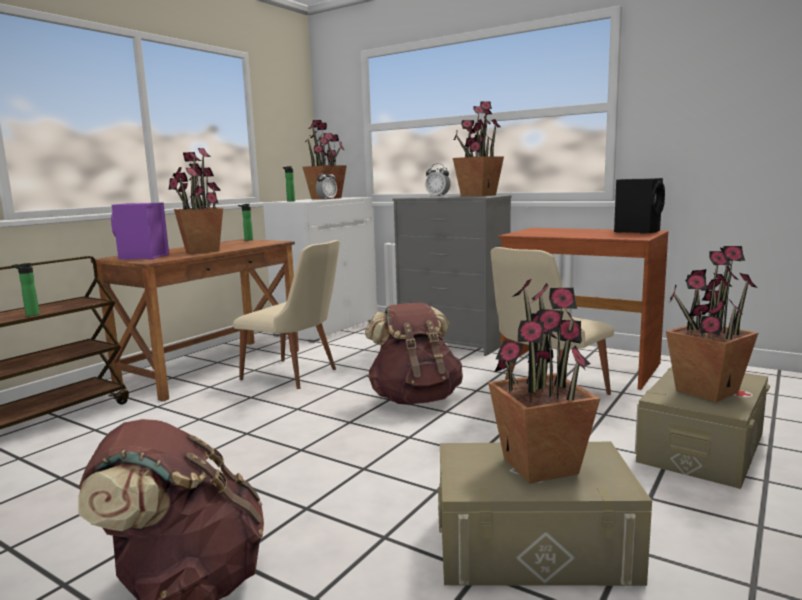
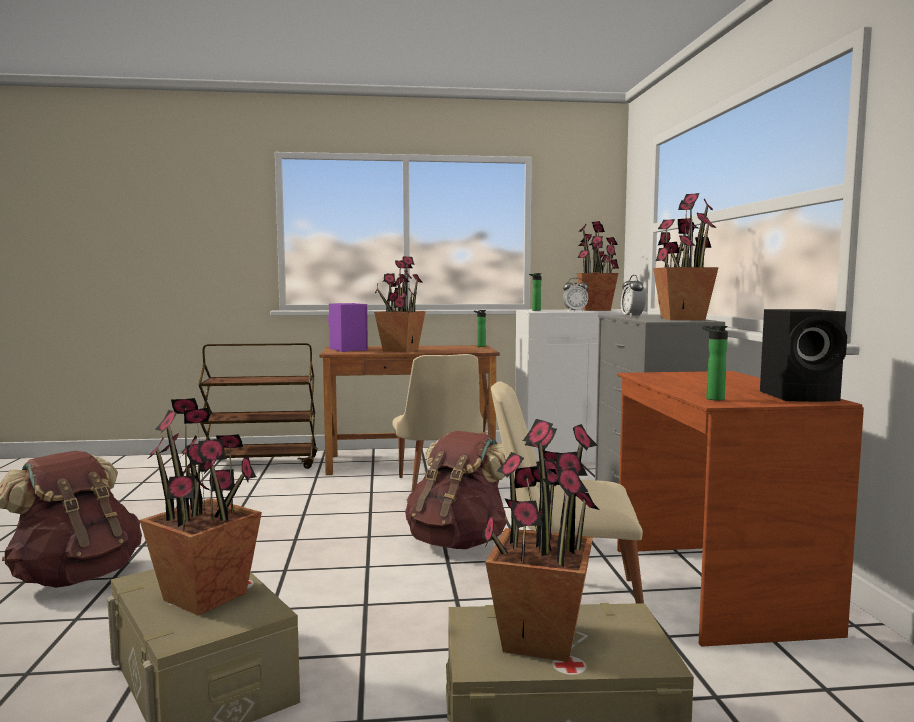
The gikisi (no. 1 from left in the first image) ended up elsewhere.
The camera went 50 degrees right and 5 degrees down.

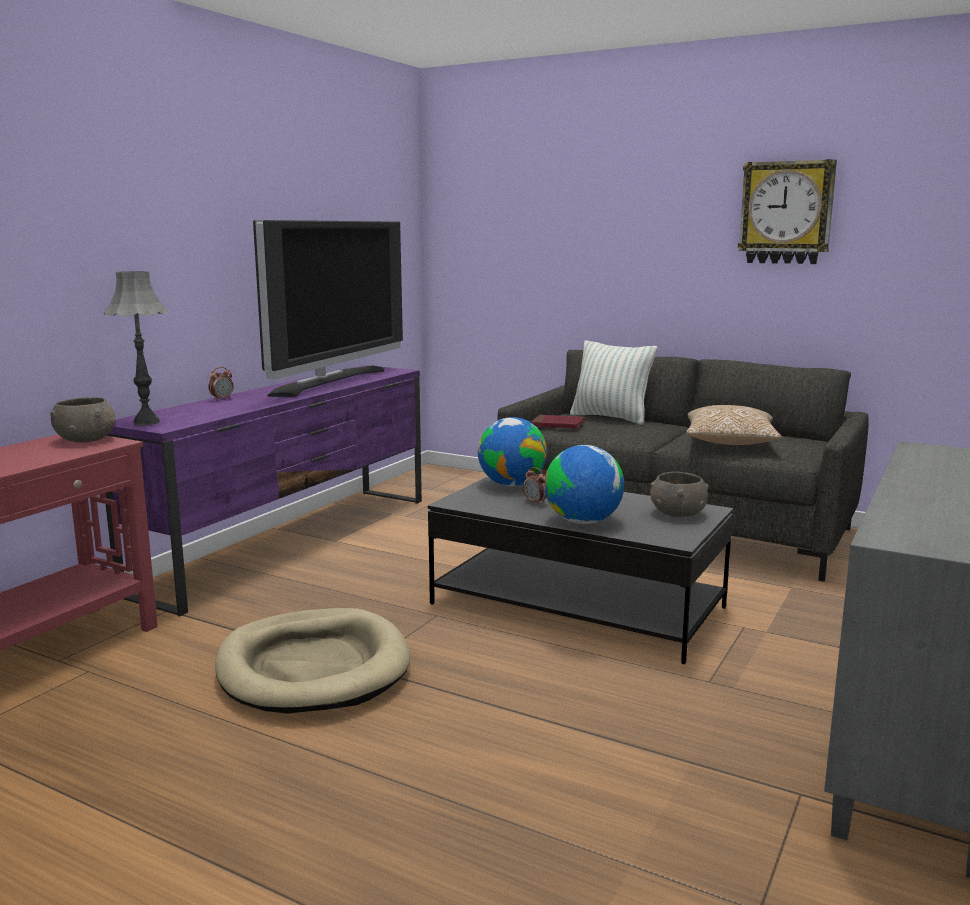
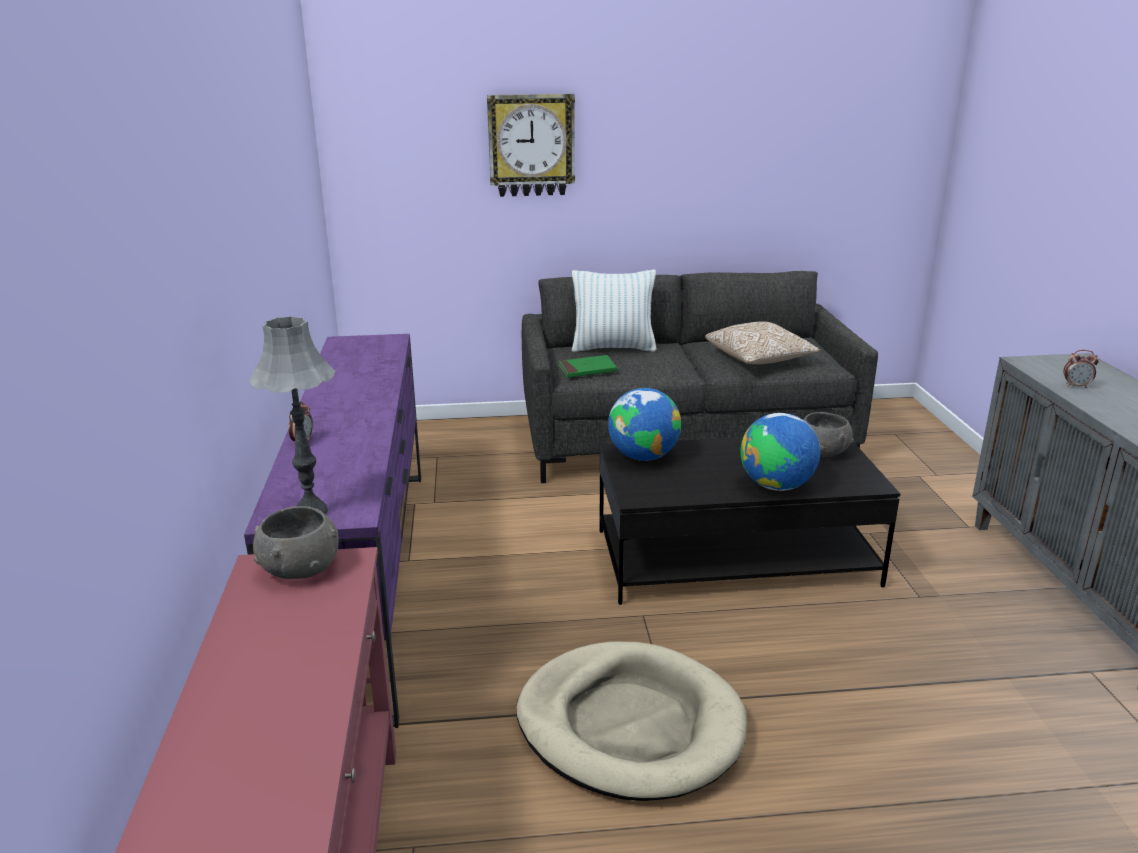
The second view lost the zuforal.
The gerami (no. 2 from left) ended up elsewhere.
The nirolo ended up elsewhere.
What was the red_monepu turned into the green_monepu.
The camera went 35 degrees left and 10 degrees up.

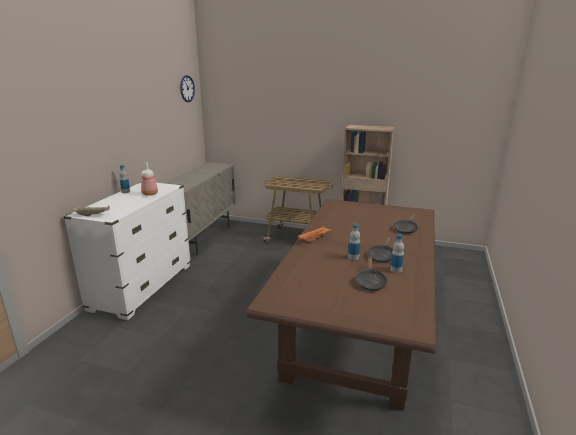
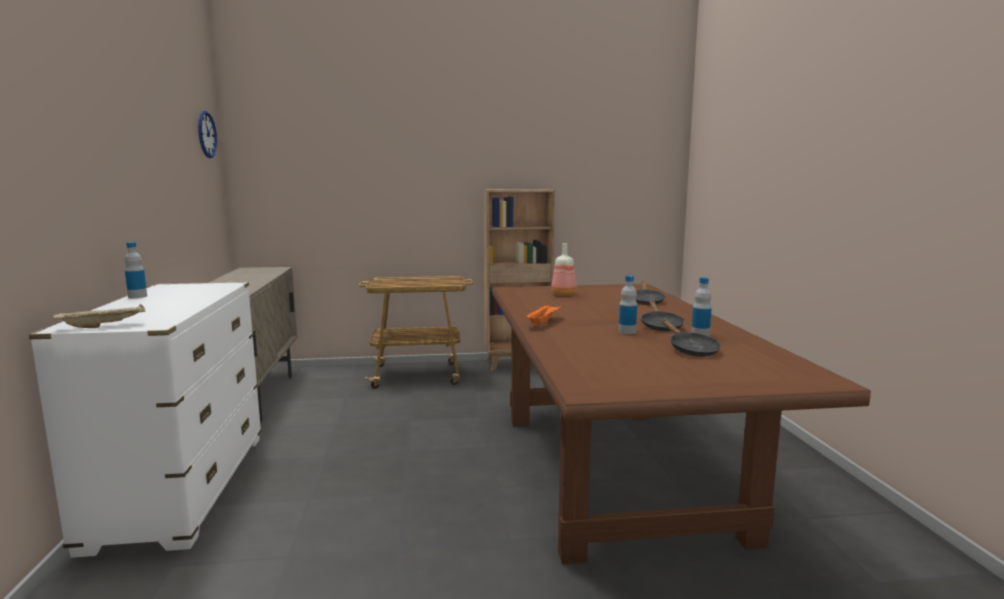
The gikisi (no. 2 from left) ended up elsewhere.
The camera went 25 degrees left and 10 degrees down.

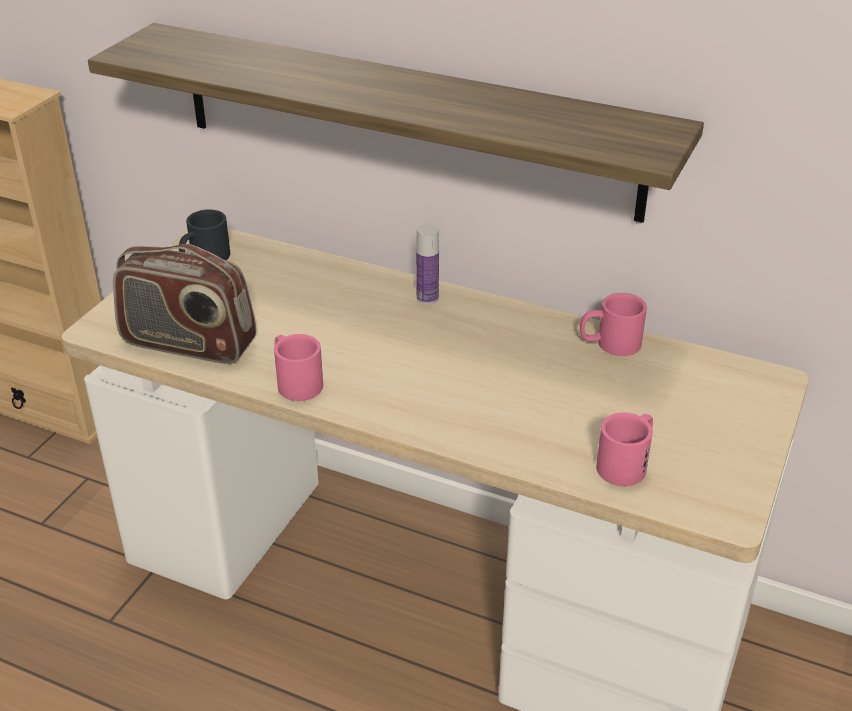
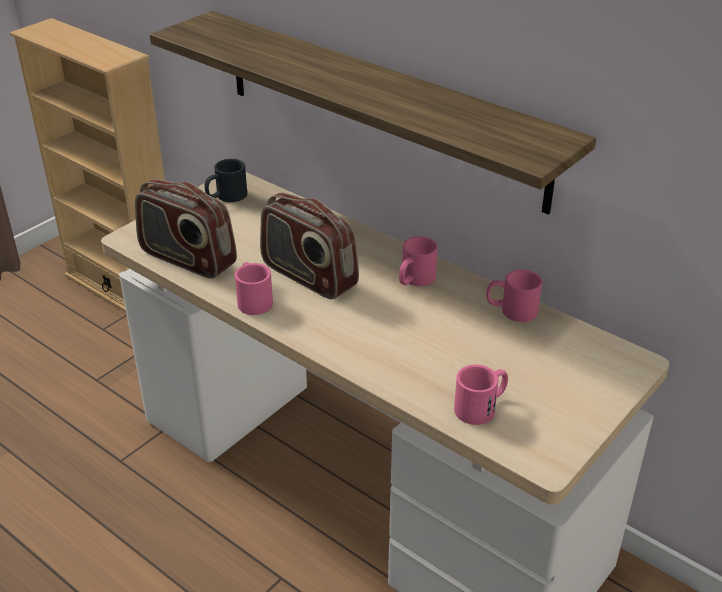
The second view lost the gikisi.
The second view gained the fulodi (no. 2 from left).
The second view gained the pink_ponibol (no. 2 from left).
The camera went 15 degrees right and 0 degrees up.

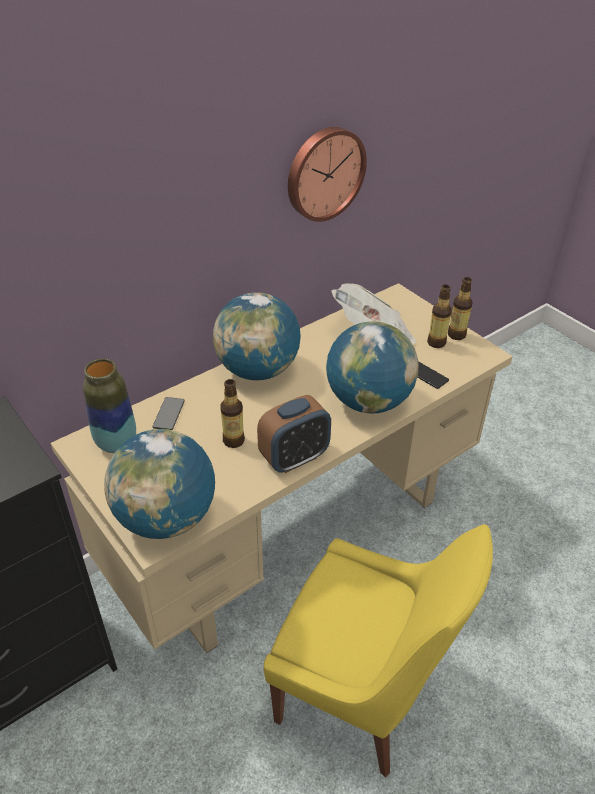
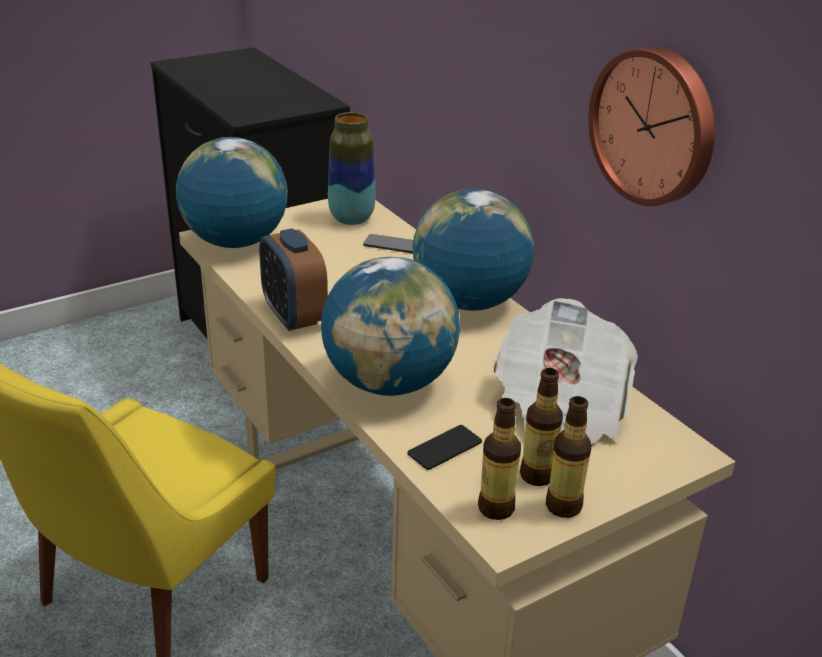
The gikisi (no. 1 from left) ended up elsewhere.
The camera went 95 degrees right and 10 degrees down.

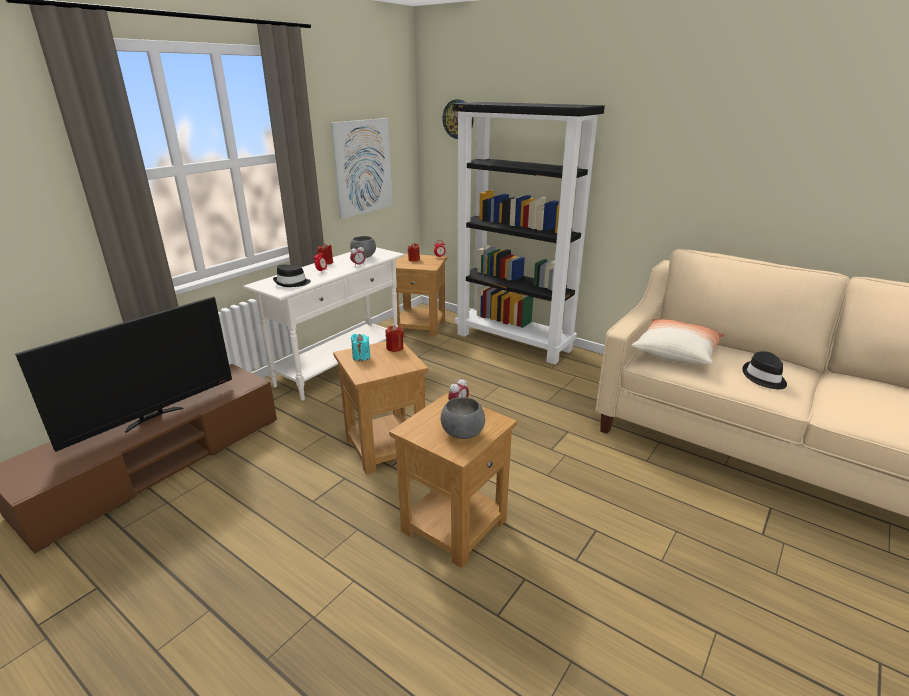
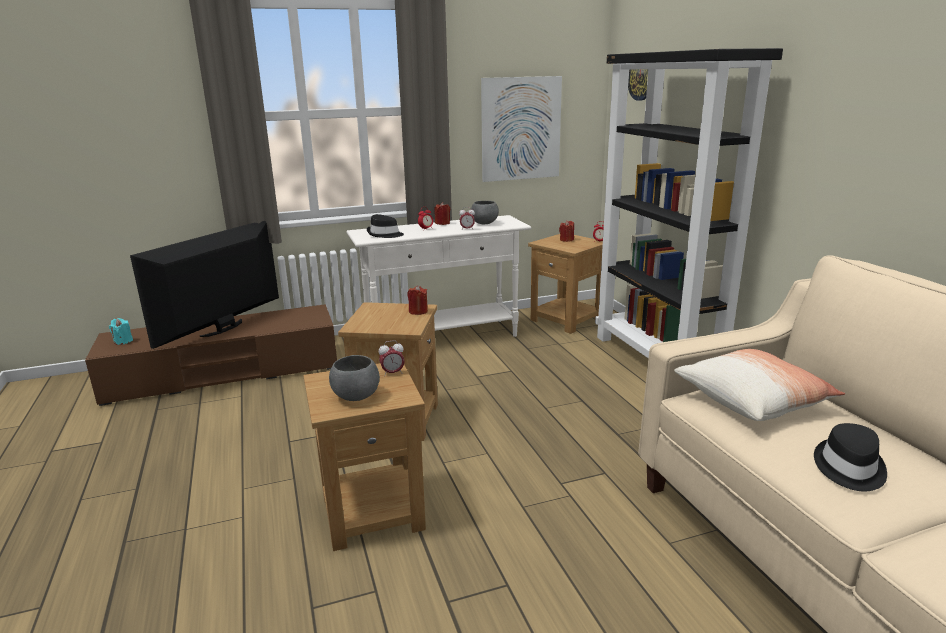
The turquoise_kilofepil ended up elsewhere.
The zuforal ended up facing another way, 135 degrees clockwise from before.
The camera went 35 degrees right and 5 degrees down.

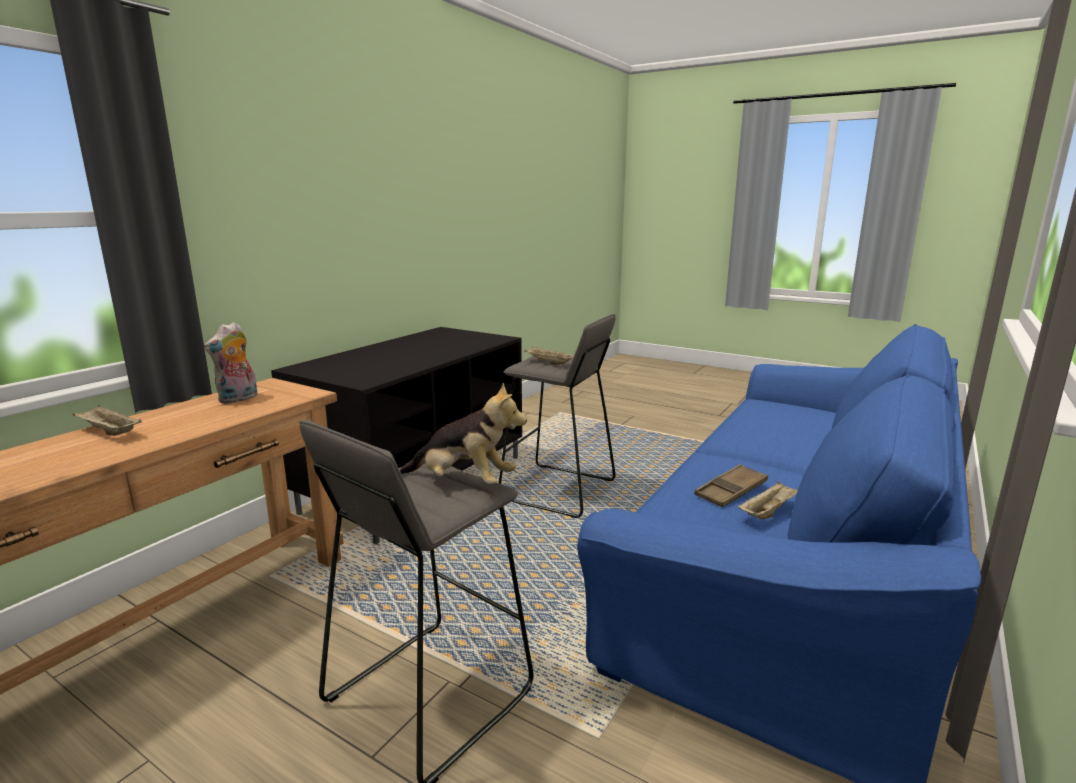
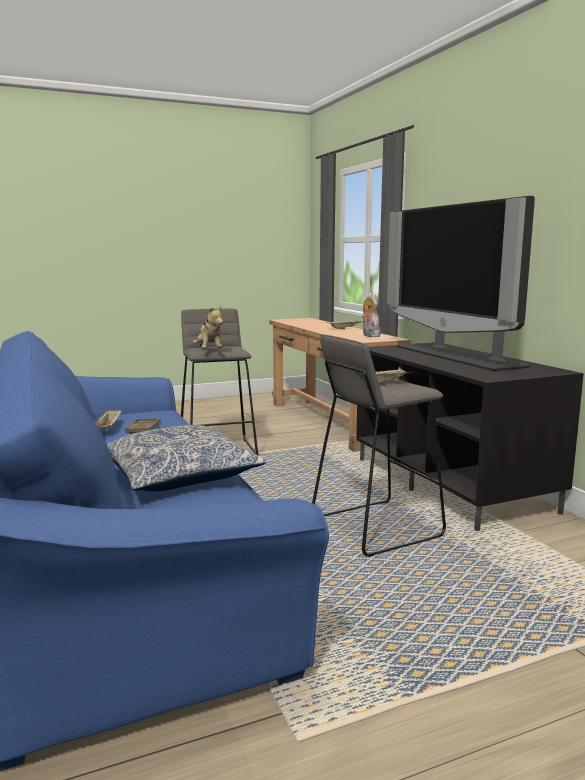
The second view gained the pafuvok.
The second view gained the zuforal.
The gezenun (no. 2 from left in the first image) ended up facing another way, 75 degrees counterclockwise from before.
The camera went 125 degrees right and 5 degrees down.

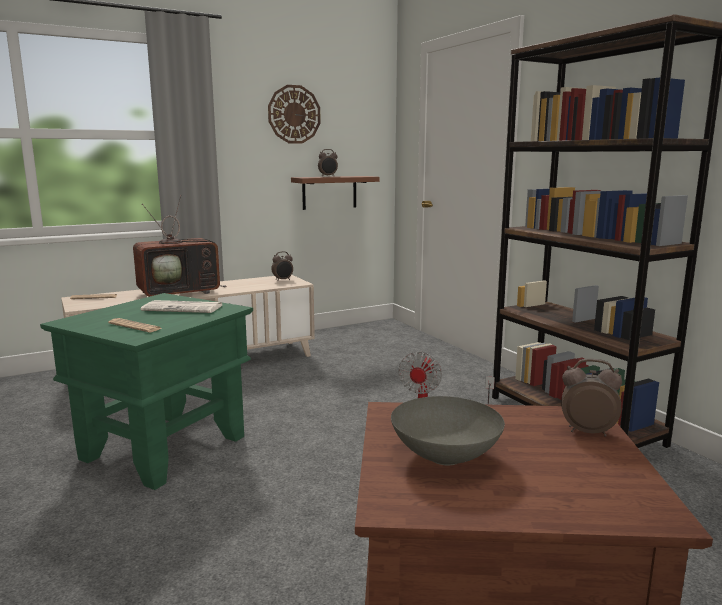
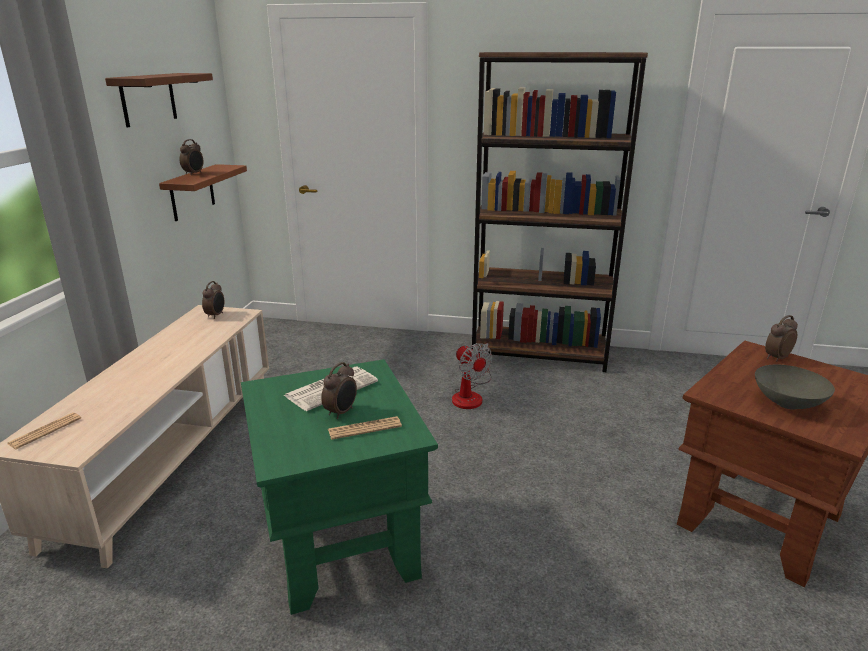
The second view lost the zuforal.
The second view gained the gerami (no. 3 from left).
Where the nirolo hung, the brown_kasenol (no. 1 from left) came to hang.
The camera went 50 degrees left and 10 degrees up.

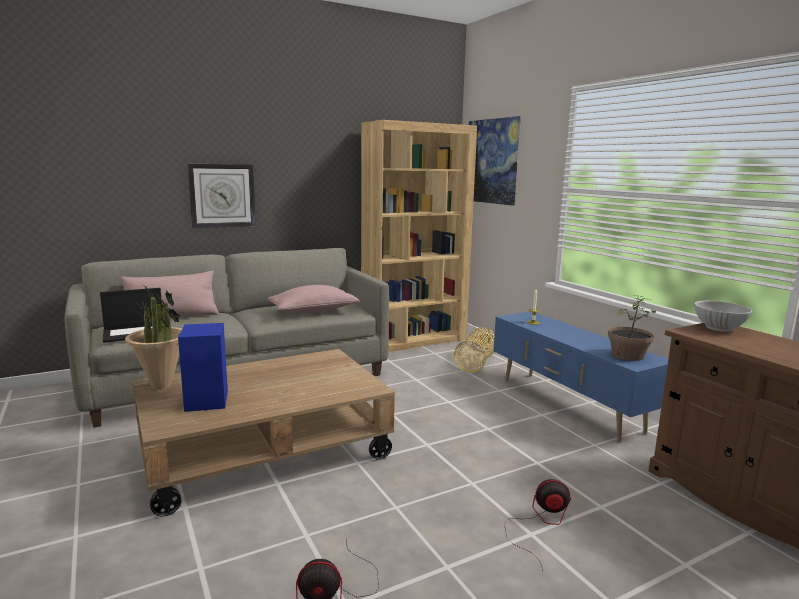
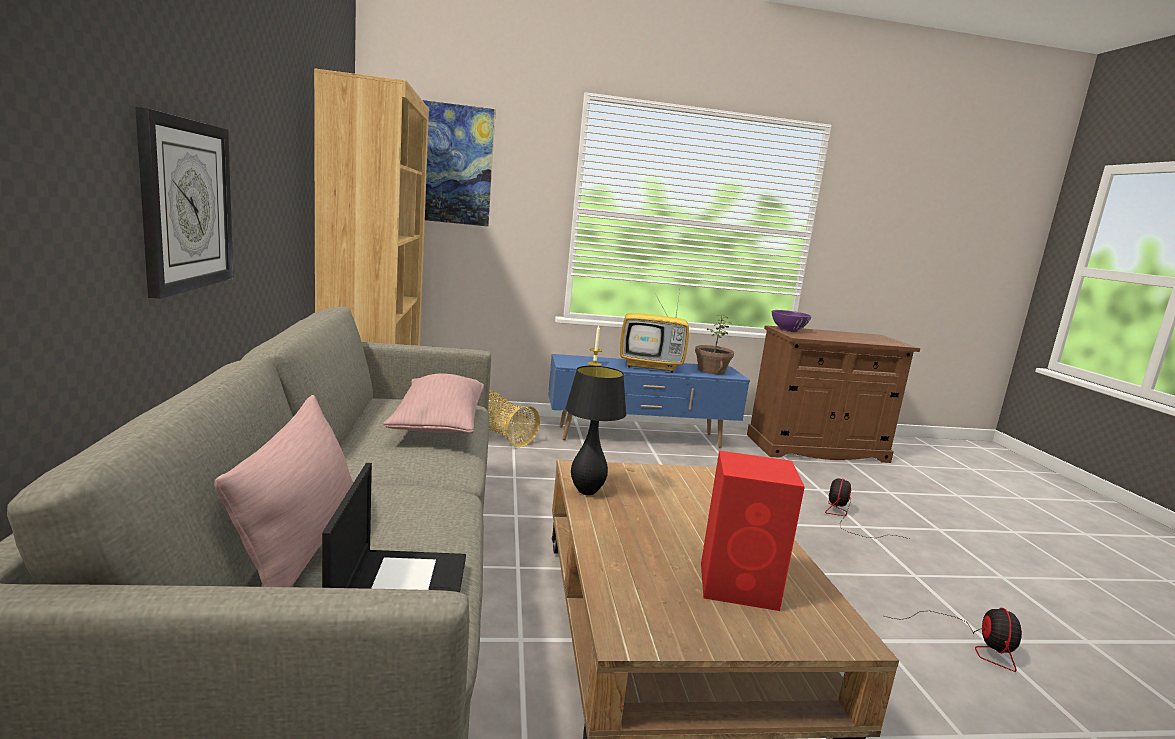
The second view lost the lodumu (no. 1 from left).
The second view gained the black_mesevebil.
The second view gained the zuforal.
What was the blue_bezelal turned into the red_bezelal.
What was the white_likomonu turned into the purple_likomonu.
The camera went 70 degrees left and 0 degrees up.

